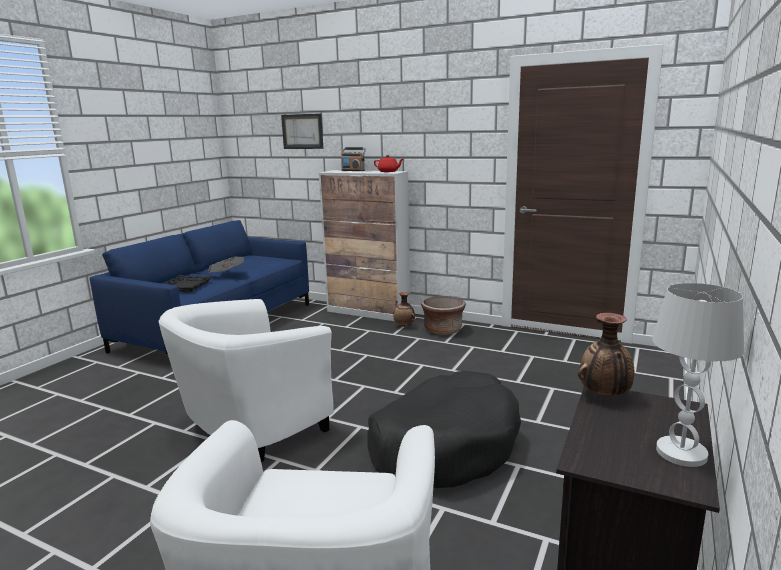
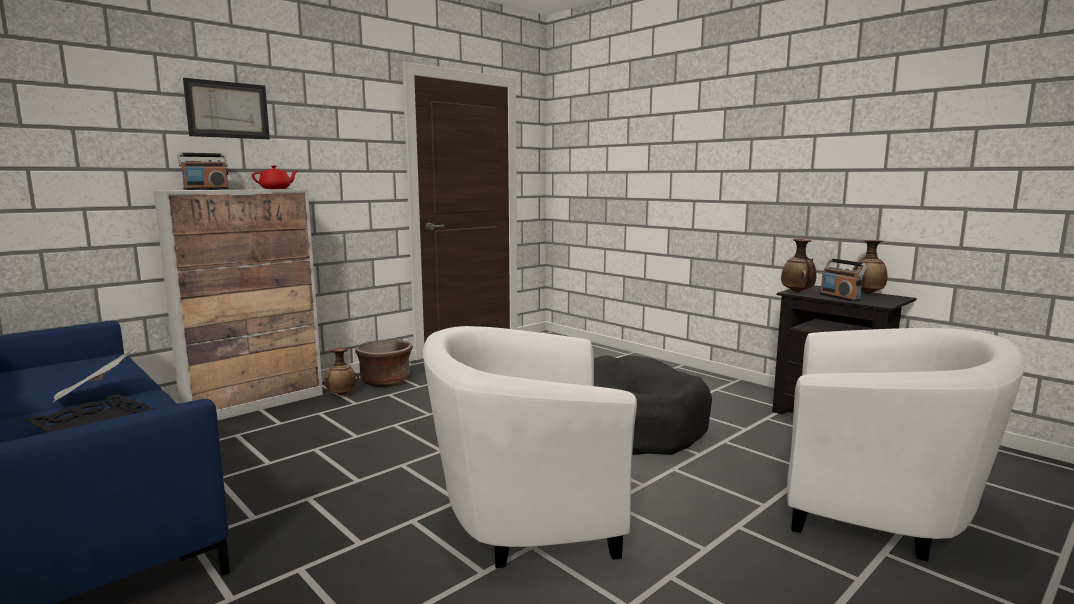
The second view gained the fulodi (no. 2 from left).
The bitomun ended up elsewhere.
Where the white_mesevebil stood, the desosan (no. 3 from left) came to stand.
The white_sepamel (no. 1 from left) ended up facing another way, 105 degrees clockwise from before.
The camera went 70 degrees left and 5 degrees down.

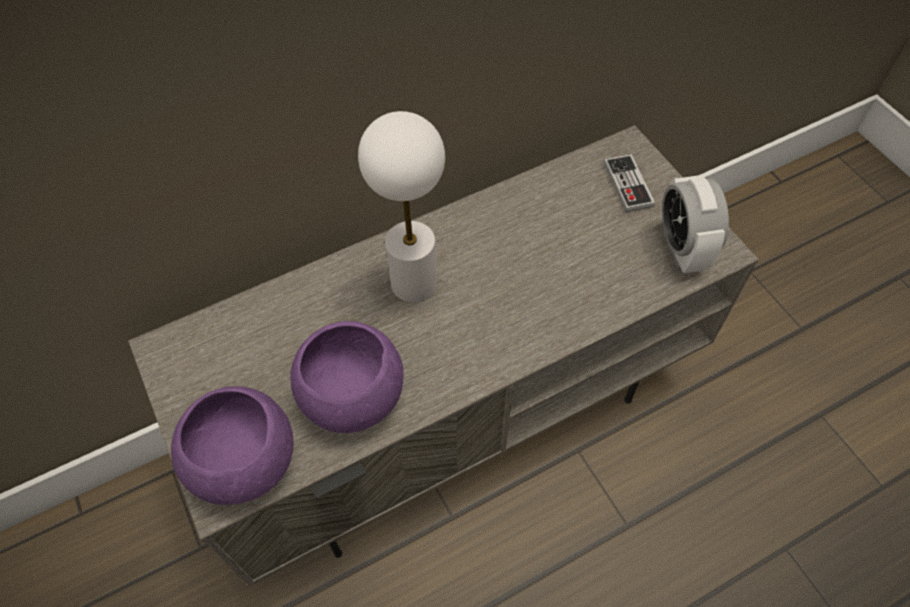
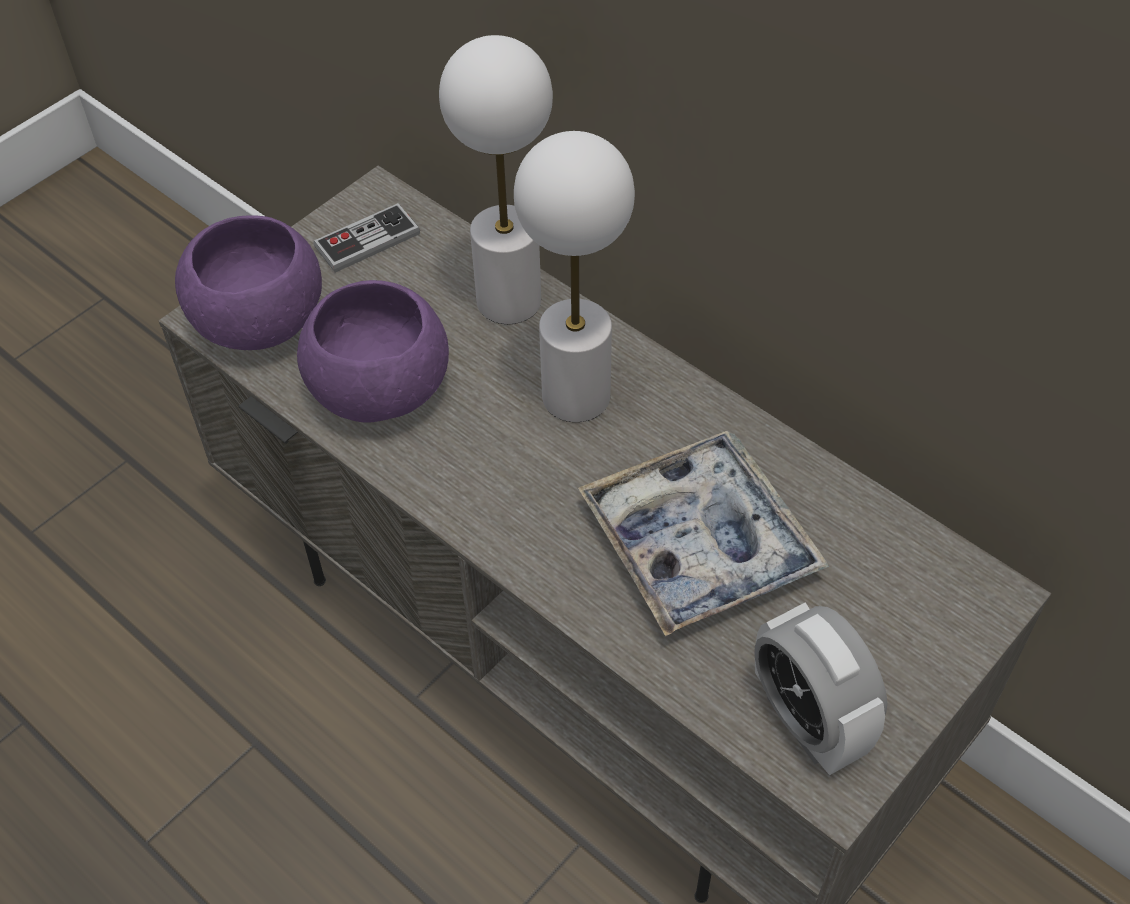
The second view gained the white_mesevebil (no. 1 from left).
The second view gained the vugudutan.
The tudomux ended up elsewhere.
The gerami ended up facing another way, 90 degrees counterclockwise from before.
The camera went 70 degrees right and 5 degrees down.

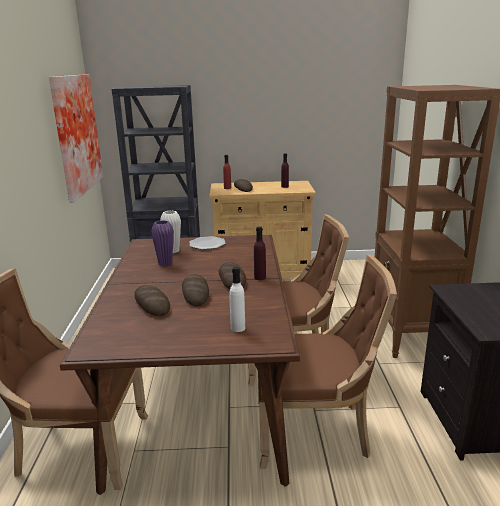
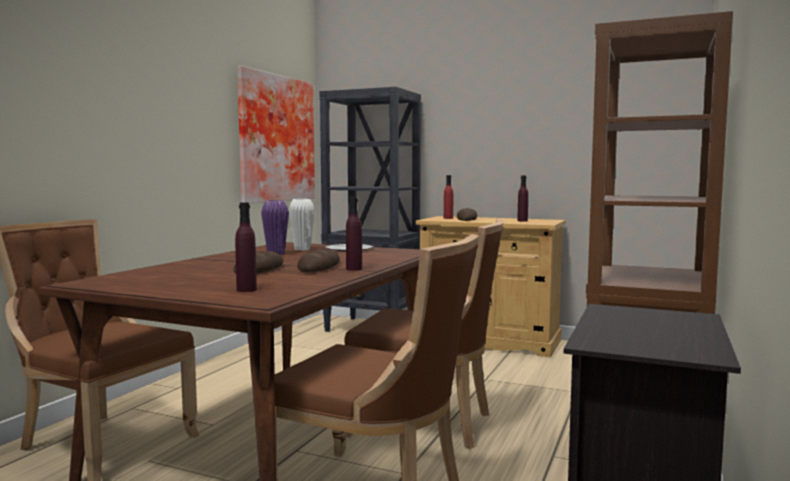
The second view lost the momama (no. 1 from left).
What was the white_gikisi turned into the purple_gikisi (no. 1 from left).
The camera went 25 degrees right and 15 degrees down.

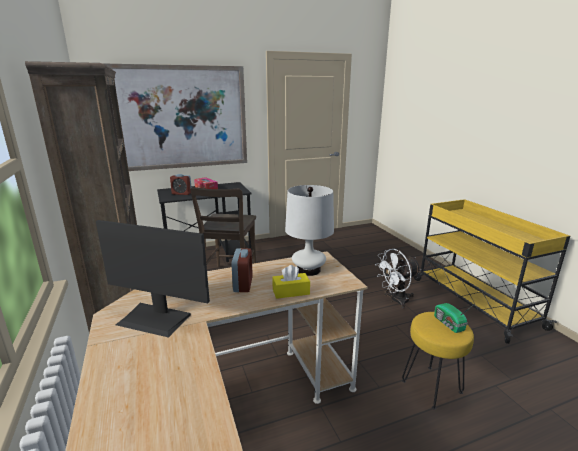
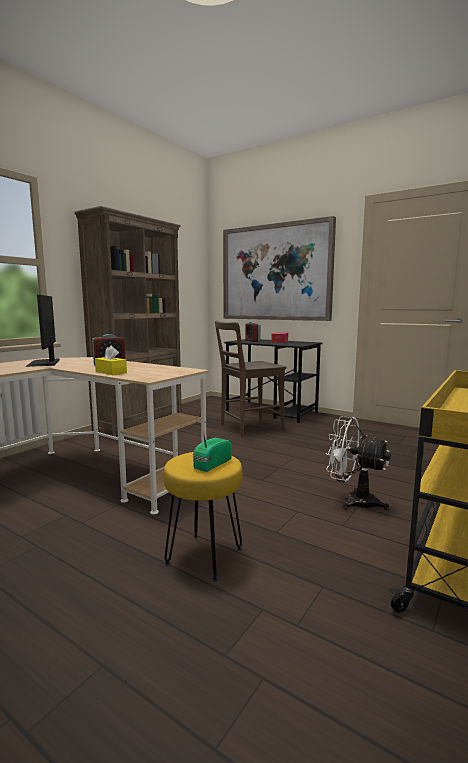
The second view lost the white_mesevebil.
The camera went 55 degrees right and 10 degrees down.

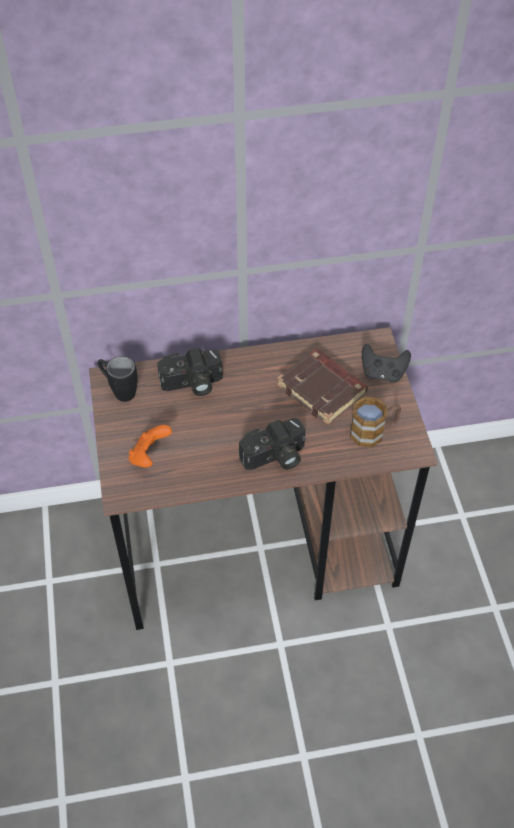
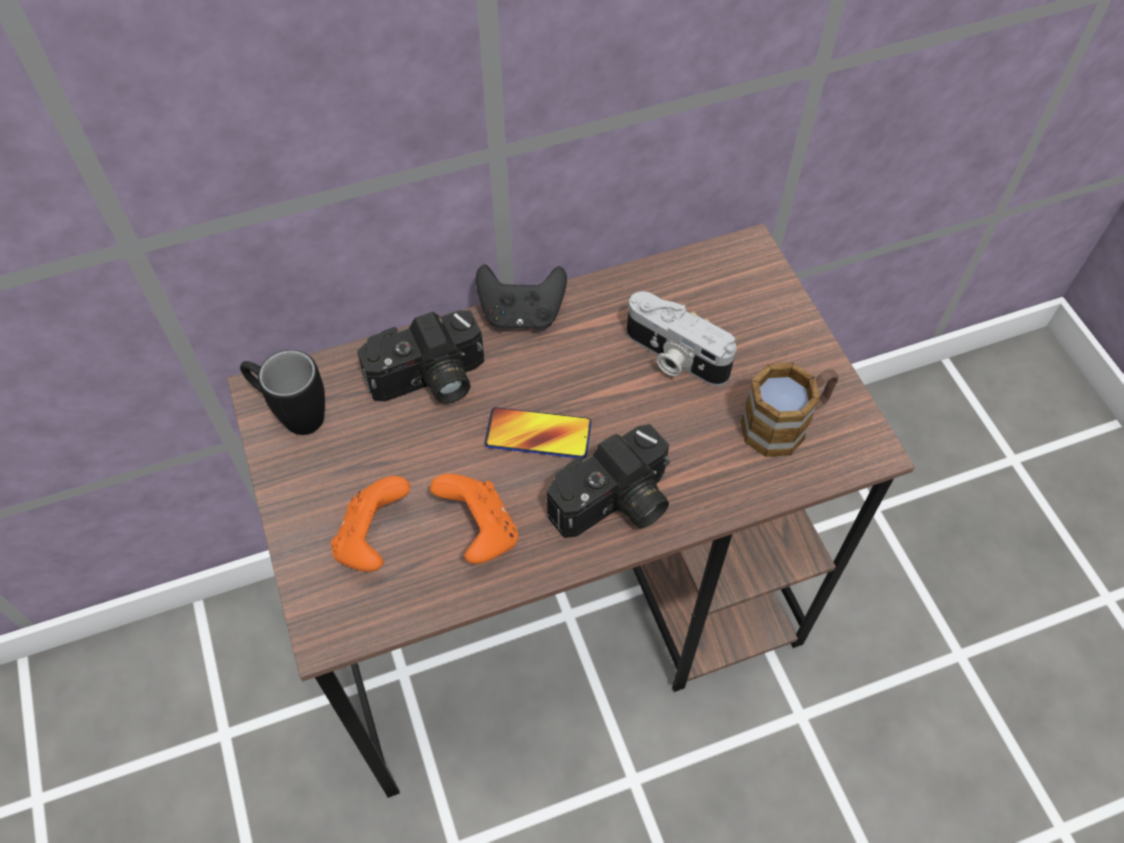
The second view gained the orange_tudomux (no. 2 from left).
The second view gained the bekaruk.
The black_tudomux ended up elsewhere.
Where the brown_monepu stood, the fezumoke (no. 3 from left) came to stand.
The camera went 10 degrees left and 5 degrees up.

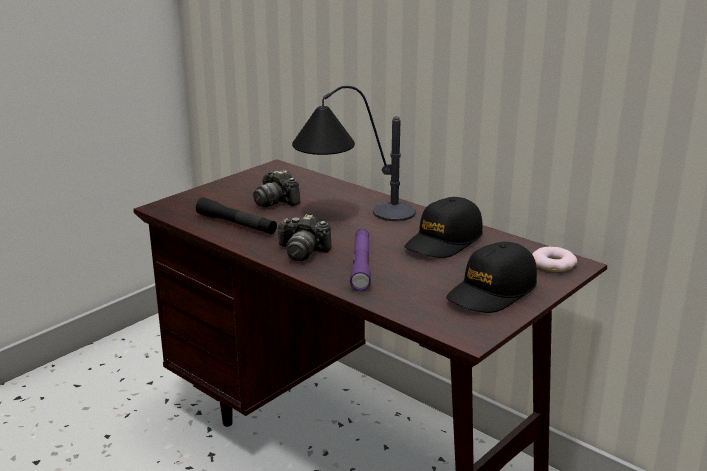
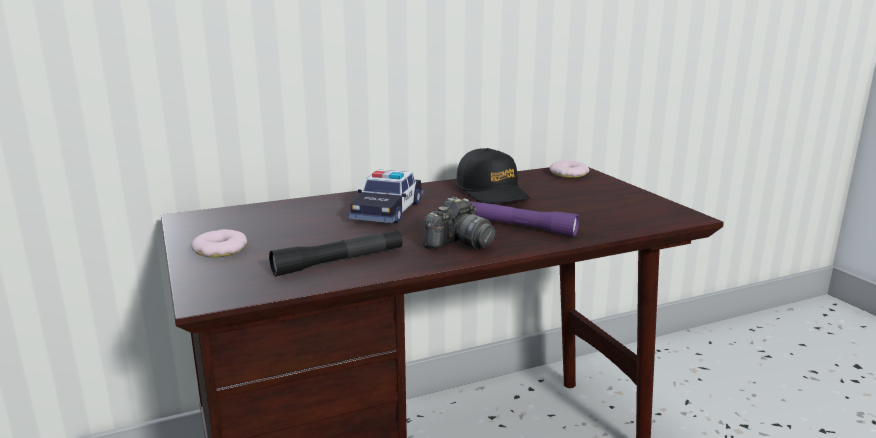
The second view lost the fezumoke (no. 1 from left).
The second view lost the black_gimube (no. 2 from left).
The second view gained the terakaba (no. 1 from left).
Where the mesevebil stood, the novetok came to stand.
The camera went 65 degrees left and 5 degrees down.

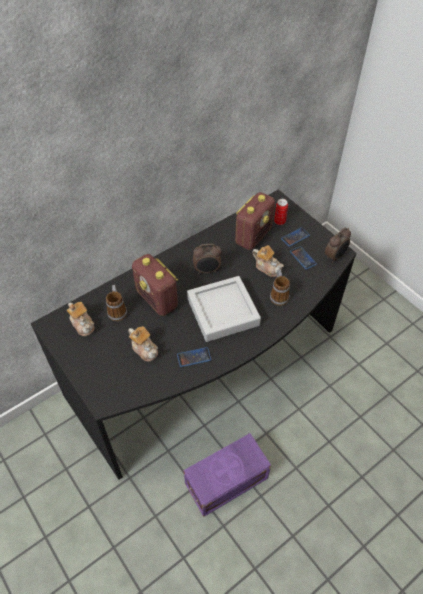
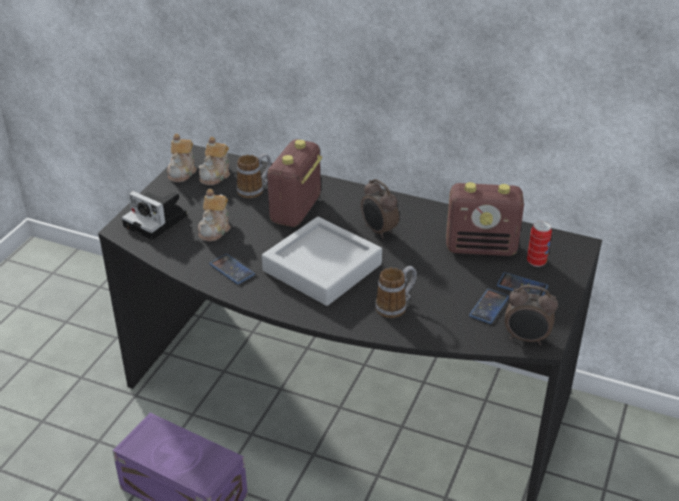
The second view gained the fezumoke.
The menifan (no. 3 from left in the first image) ended up elsewhere.
The camera went 60 degrees right and 15 degrees down.

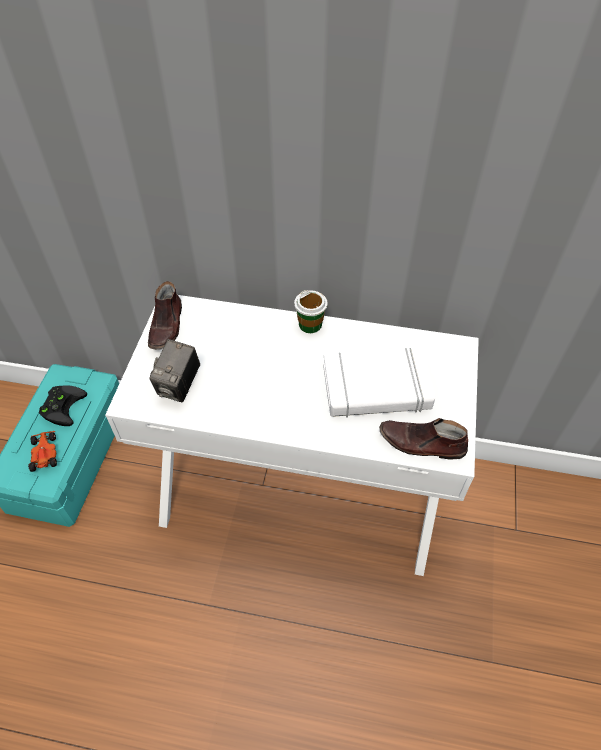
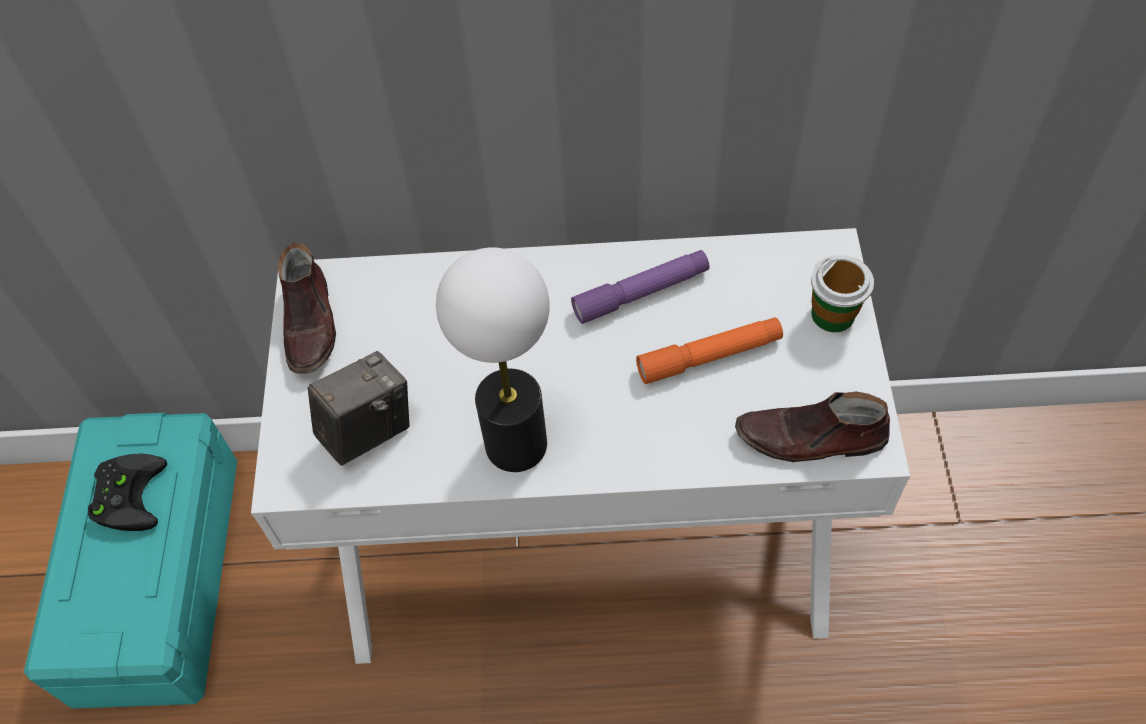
The second view lost the novetok.
The second view gained the mesevebil.
The second view gained the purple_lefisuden.
The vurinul ended up elsewhere.
Where the white_monepu stood, the orange_lefisuden came to stand.
The fezumoke ended up facing another way, 135 degrees counterclockwise from before.
The camera went 10 degrees left and 5 degrees up.

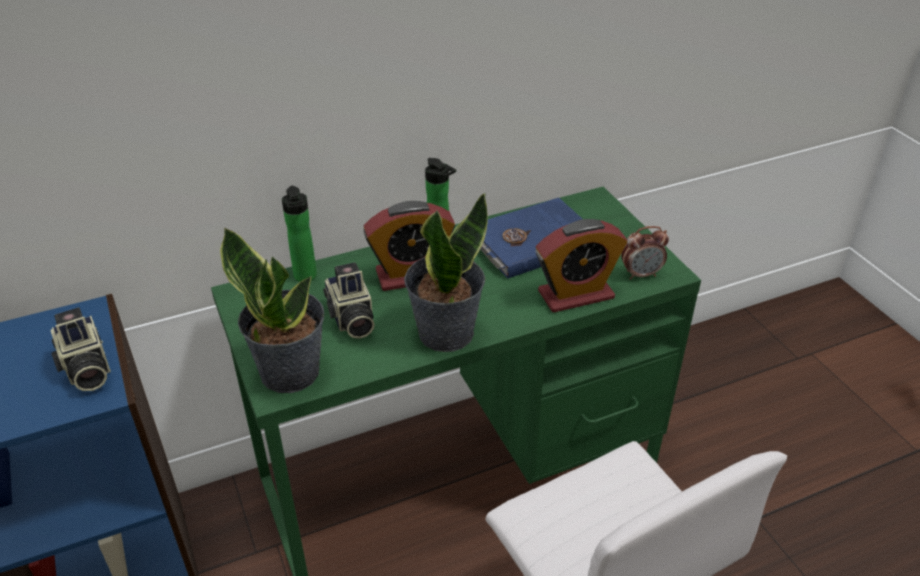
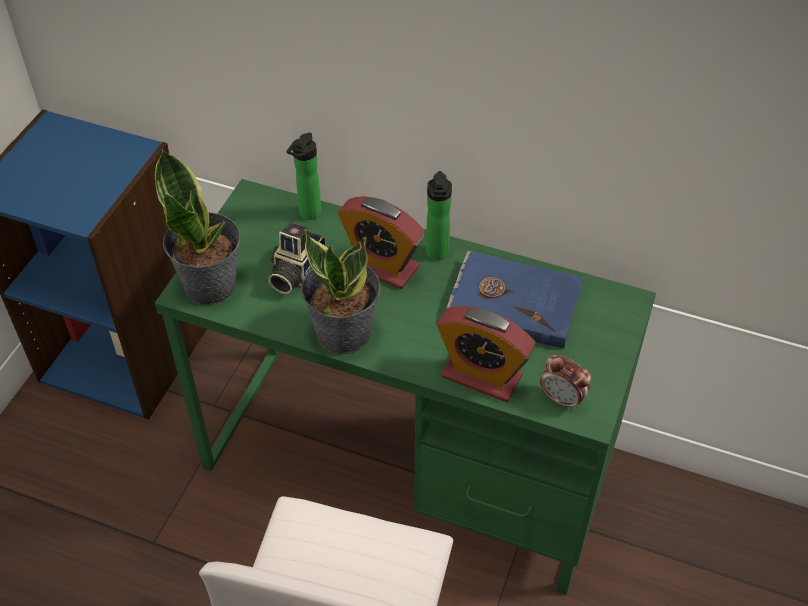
The second view lost the fezumoke (no. 1 from left).
The camera went 45 degrees right and 10 degrees up.

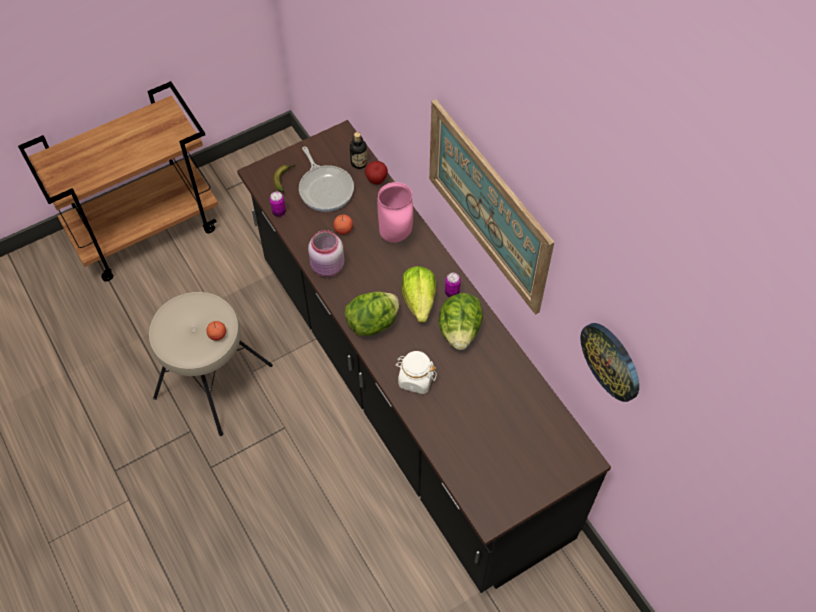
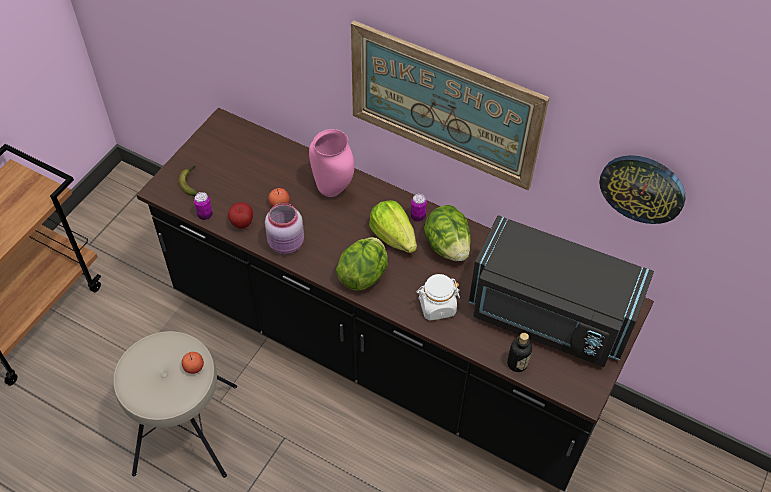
The second view lost the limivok.
The second view gained the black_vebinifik.
The gikisi ended up elsewhere.
The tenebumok (no. 3 from left in the first image) ended up elsewhere.
The camera went 30 degrees left and 5 degrees down.

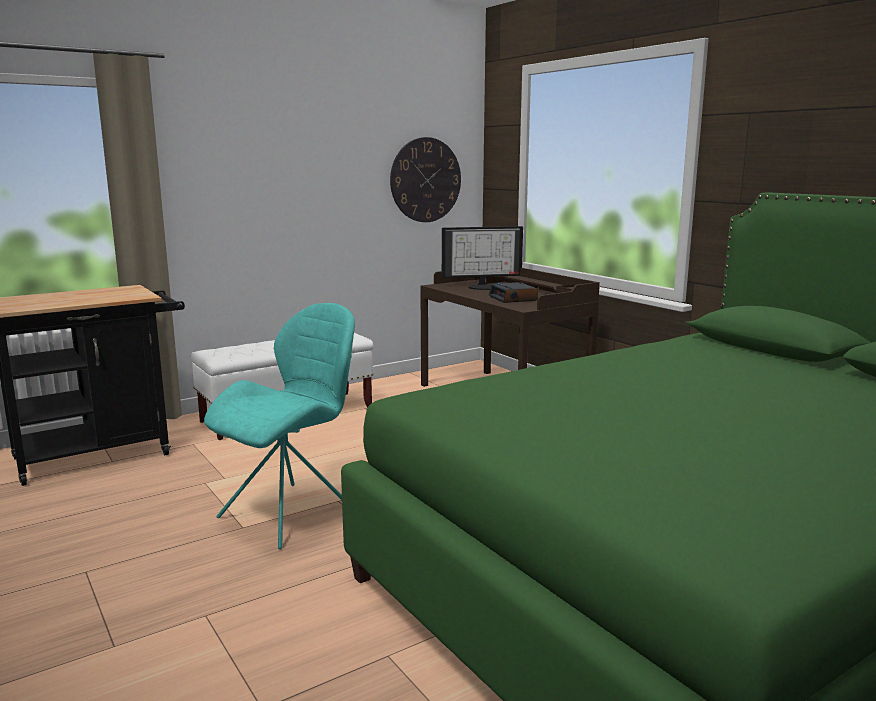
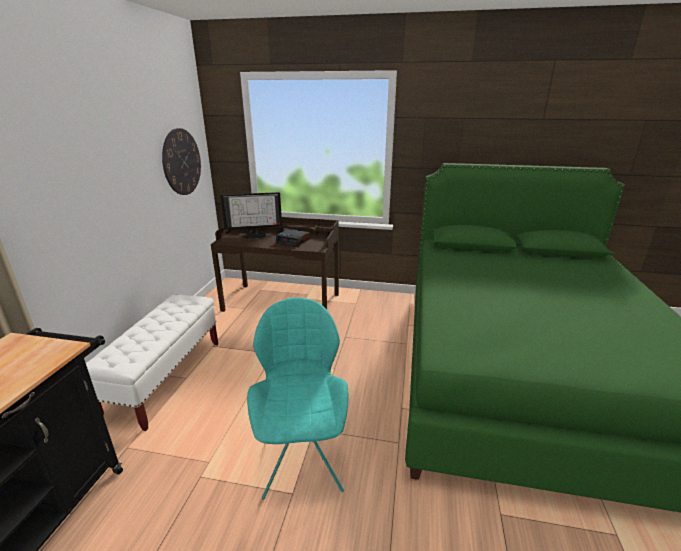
The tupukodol ended up facing another way, 45 degrees clockwise from before.
The camera went 45 degrees left and 10 degrees up.

